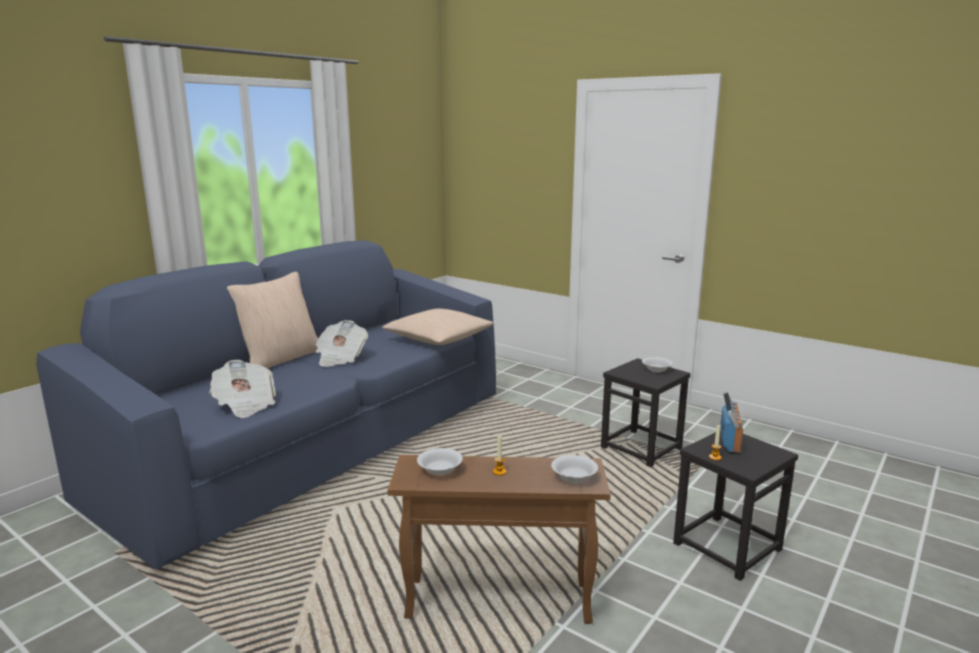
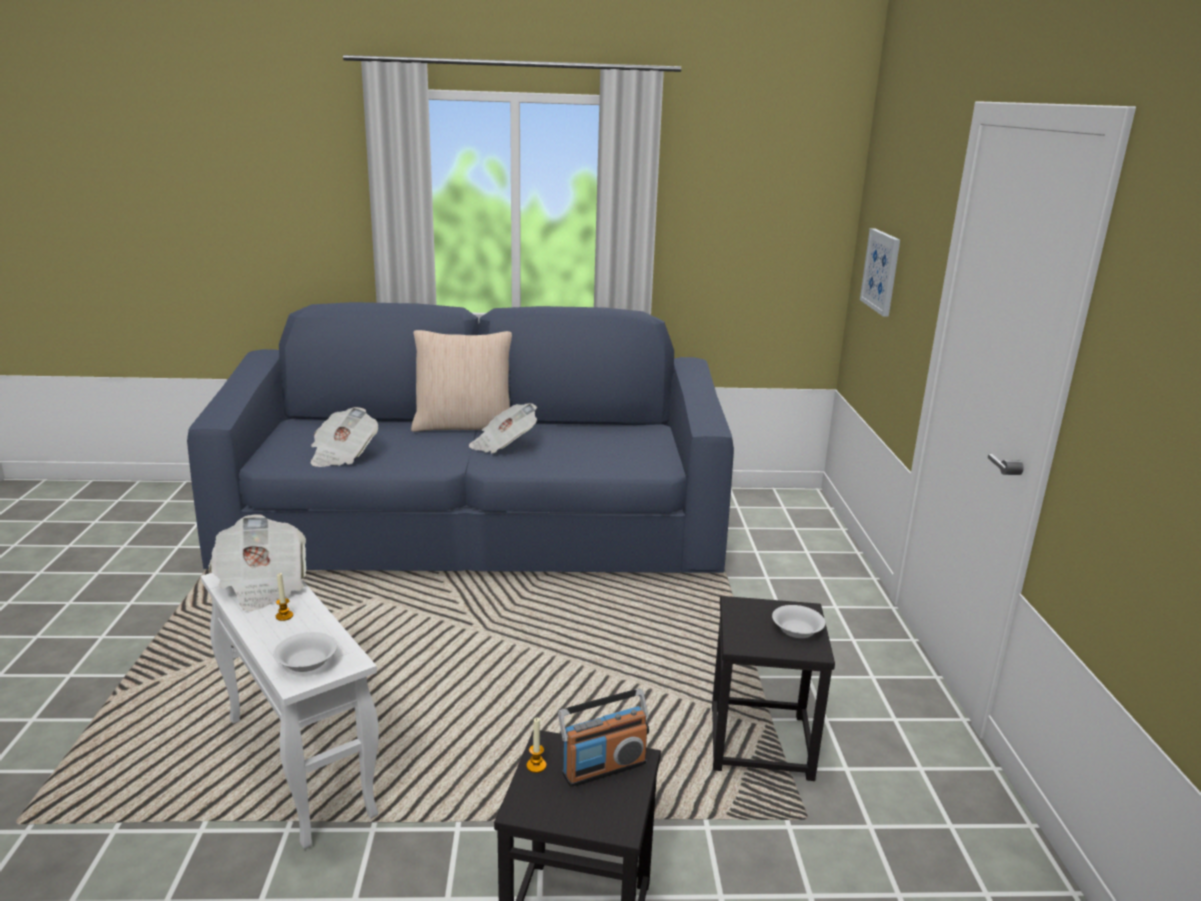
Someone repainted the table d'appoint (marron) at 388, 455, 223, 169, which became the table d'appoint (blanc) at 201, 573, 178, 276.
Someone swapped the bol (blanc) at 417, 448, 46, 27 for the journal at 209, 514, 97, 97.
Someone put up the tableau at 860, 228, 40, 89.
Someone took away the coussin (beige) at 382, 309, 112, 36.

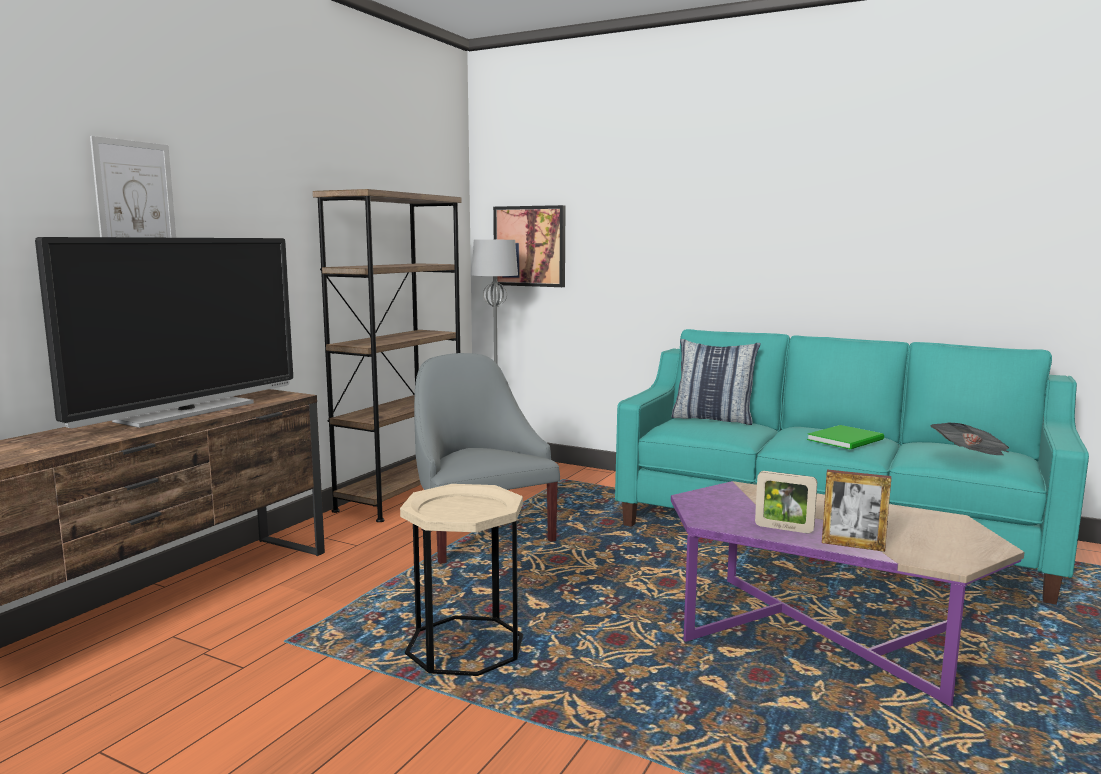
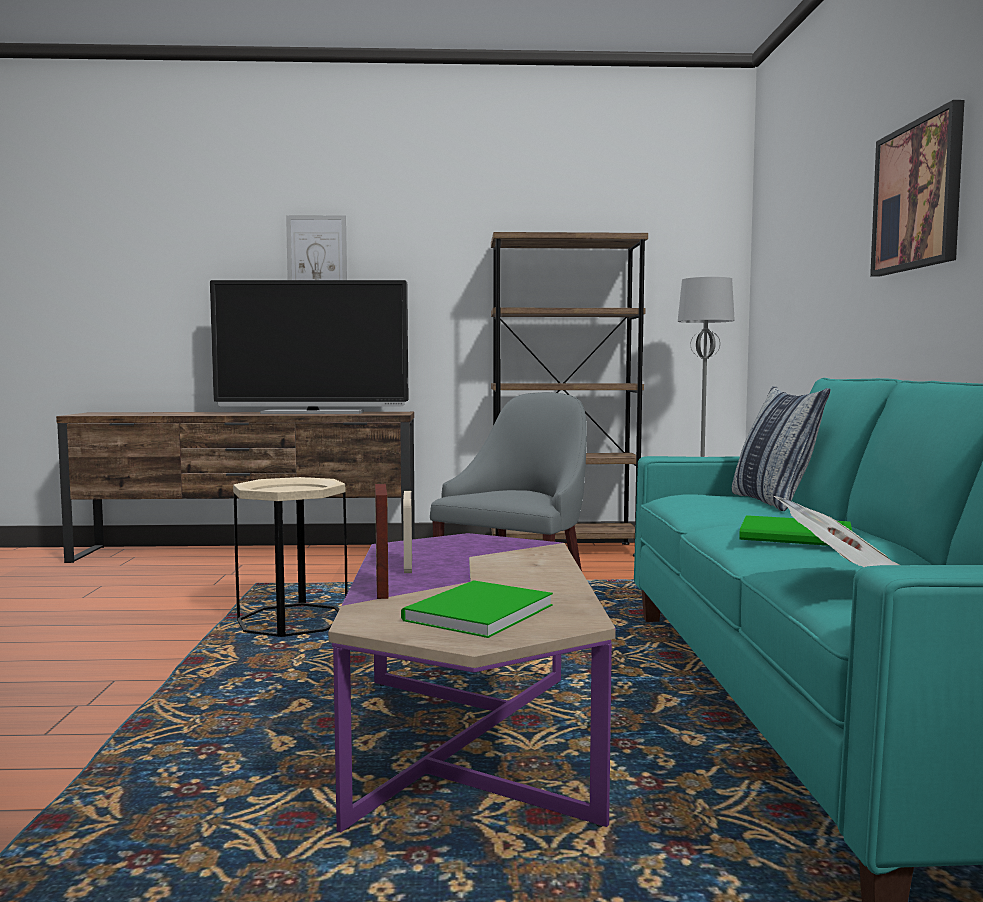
Someone put down the livre (vert) at 401, 580, 152, 58.
Someone carried the tableau from 493, 205, 72, 82 to 870, 100, 94, 176.

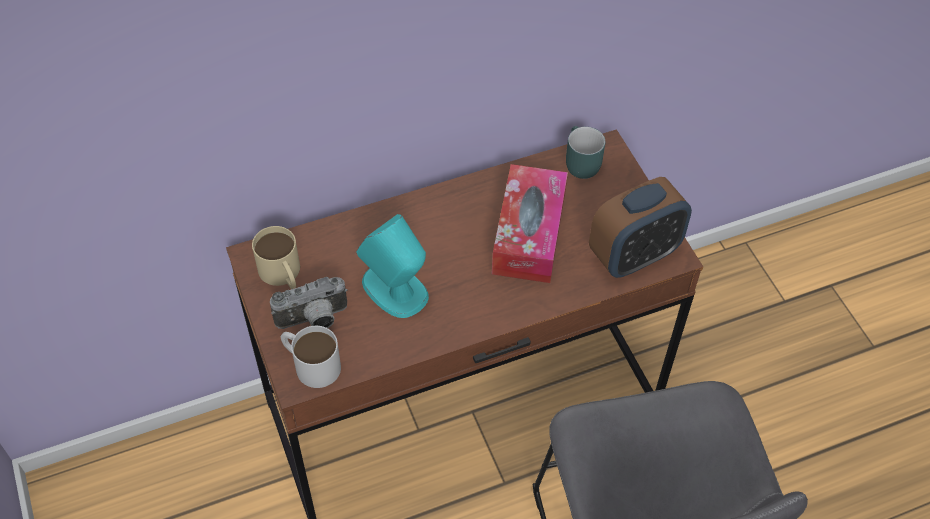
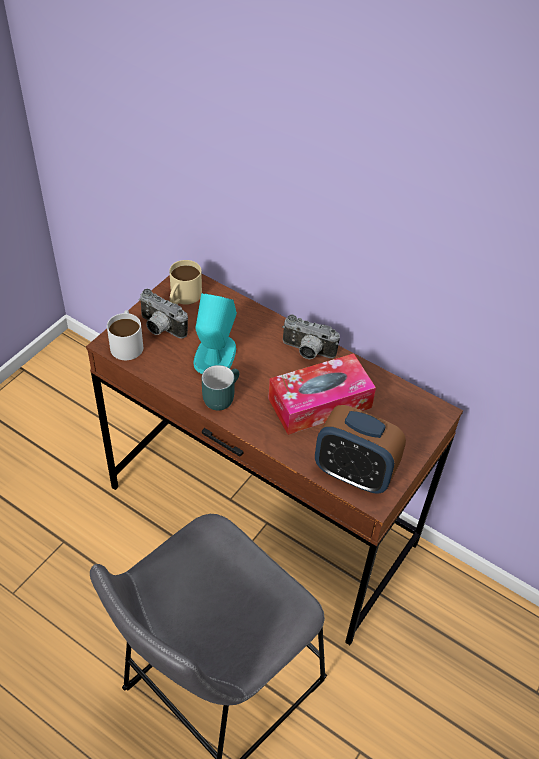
Someone carried the mug (turquoise) from 566, 126, 40, 53 to 202, 365, 37, 46.
Someone put down the appareil photo at 282, 315, 58, 44.

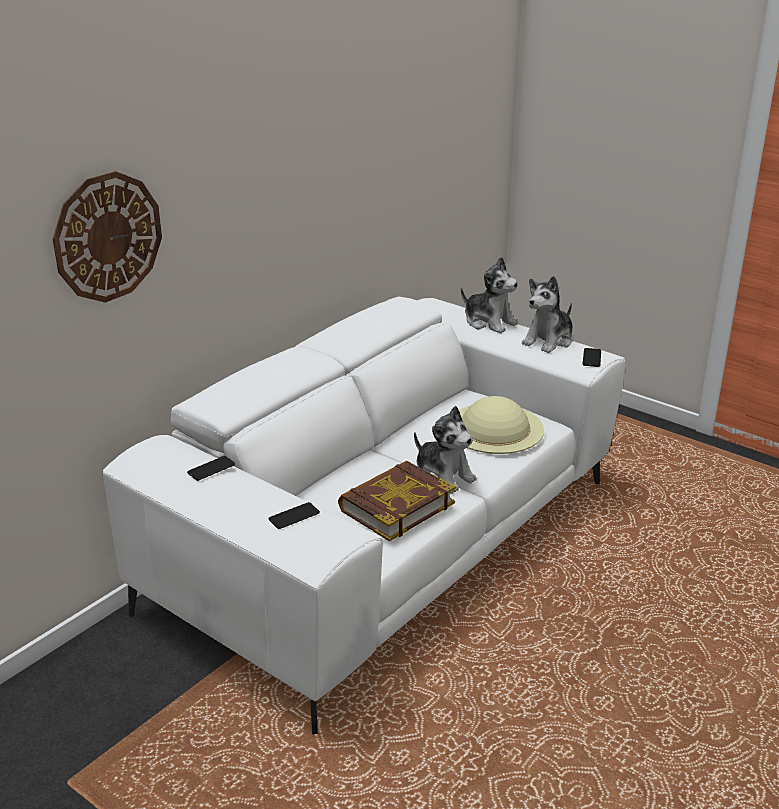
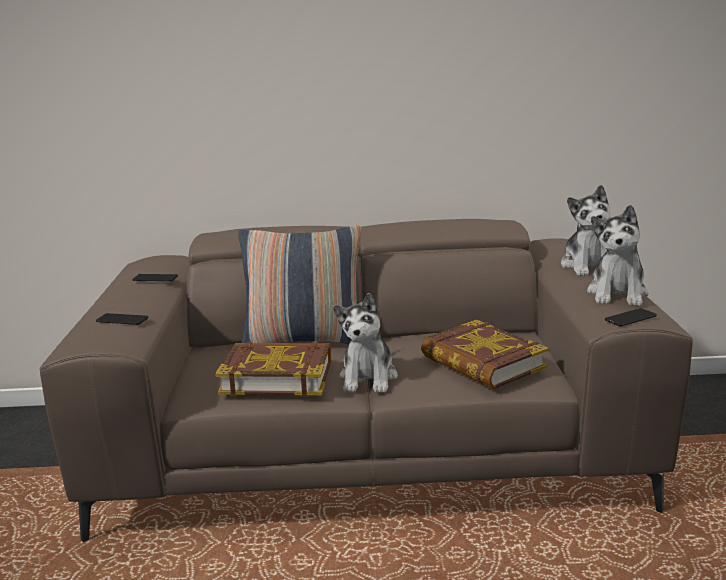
Someone repainted the canapé (blanc) at 103, 297, 522, 437, which became the canapé (marron) at 40, 219, 653, 323.
Someone put down the coussin at 238, 225, 124, 119.
Someone swapped the chapeau (beige) at 459, 396, 85, 58 for the livre at 421, 320, 128, 69.
Someone rotated the peluche at 522, 276, 51, 77 by 75 degrees counterclockwise.
Someone took away the horloge murale at 53, 171, 109, 132.

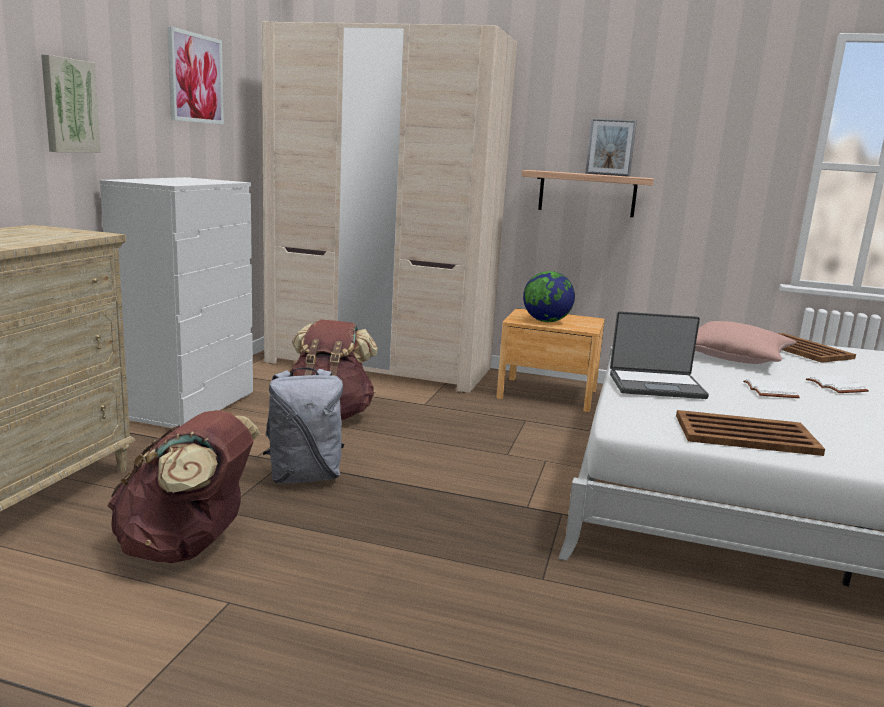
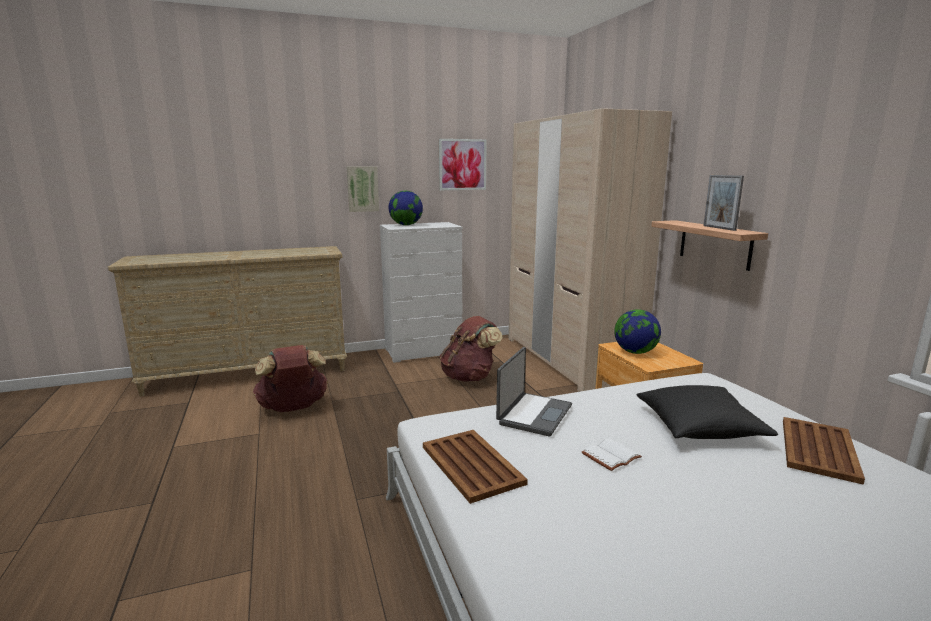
Someone put down the globe at 389, 191, 34, 34.
Someone rotated the ordinateur portable at 610, 311, 99, 88 by 120 degrees counterclockwise.
Someone repainted the coussin (rose) at 695, 321, 101, 43, which became the coussin (noir) at 637, 385, 141, 54.
Someone took away the sac à dos (gris) at 263, 367, 81, 116.
Someone took away the livre (blanc) at 806, 376, 63, 17.

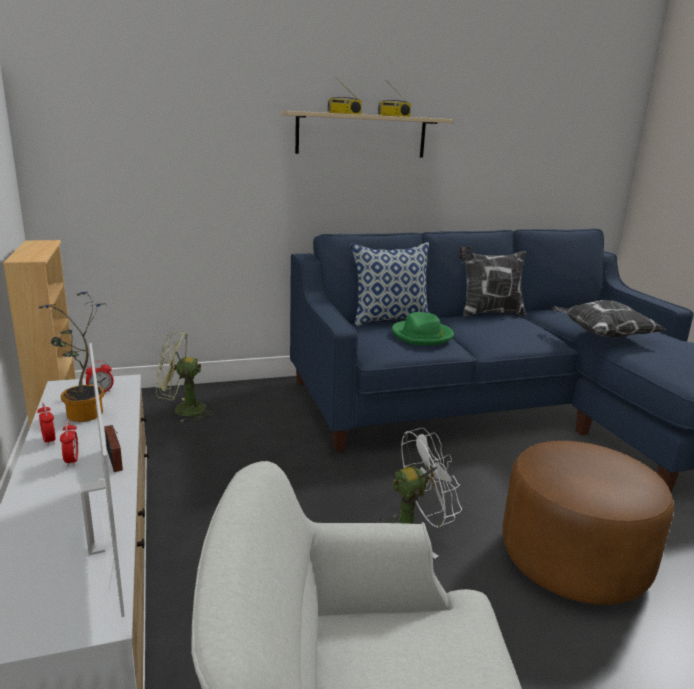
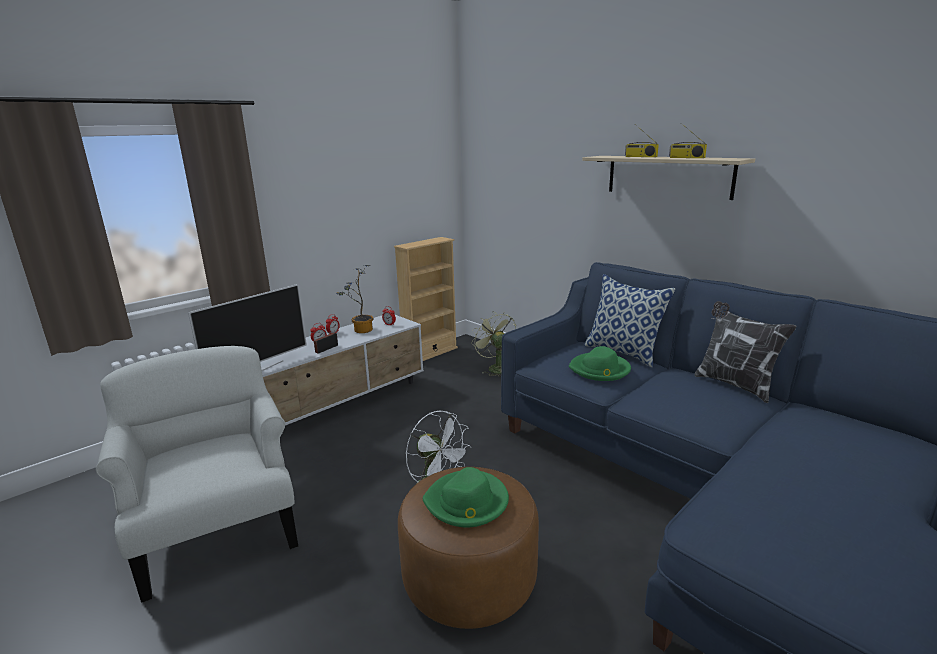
Someone put down the chapeau (vert) at 423, 467, 86, 60.
Someone took away the coussin at 552, 300, 114, 37.

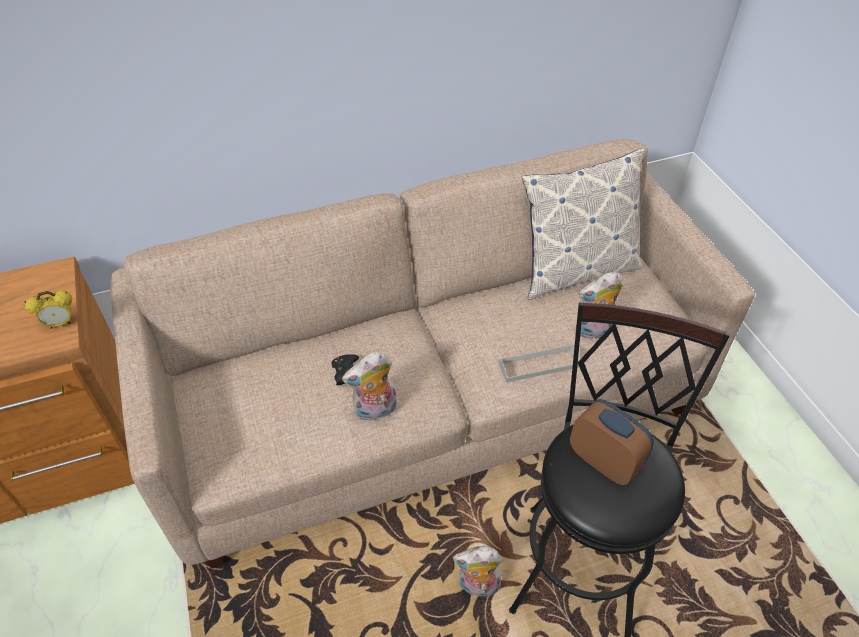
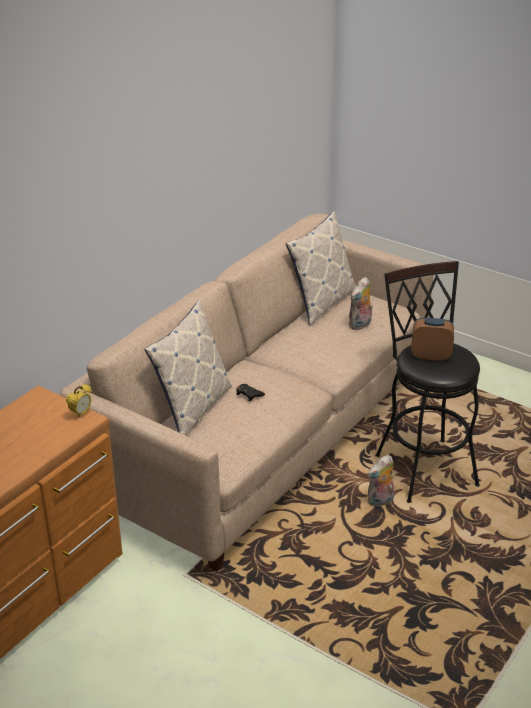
Someone put down the coussin at 144, 301, 88, 134.
Someone took away the peluche at 342, 351, 55, 70.
Someone took away the plateau (gris) at 499, 345, 81, 38.

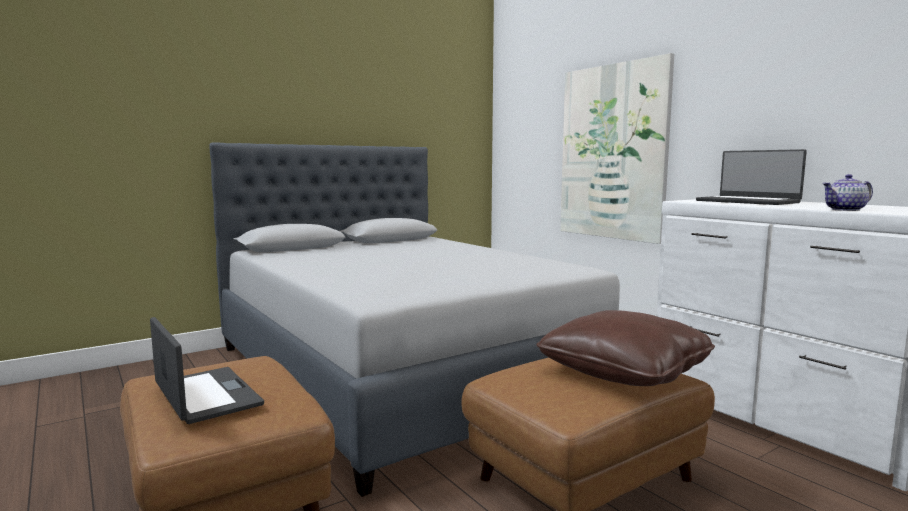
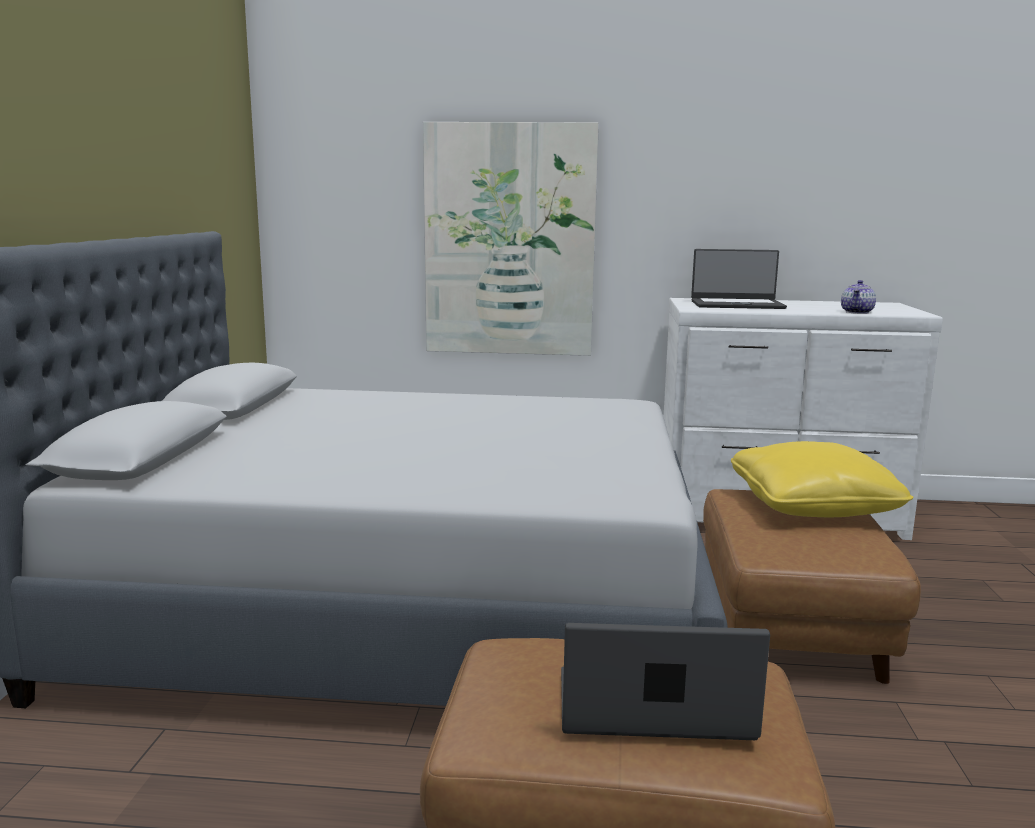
Someone repainted the coussin (marron) at 536, 310, 179, 76, which became the coussin (jaune) at 731, 441, 182, 76.

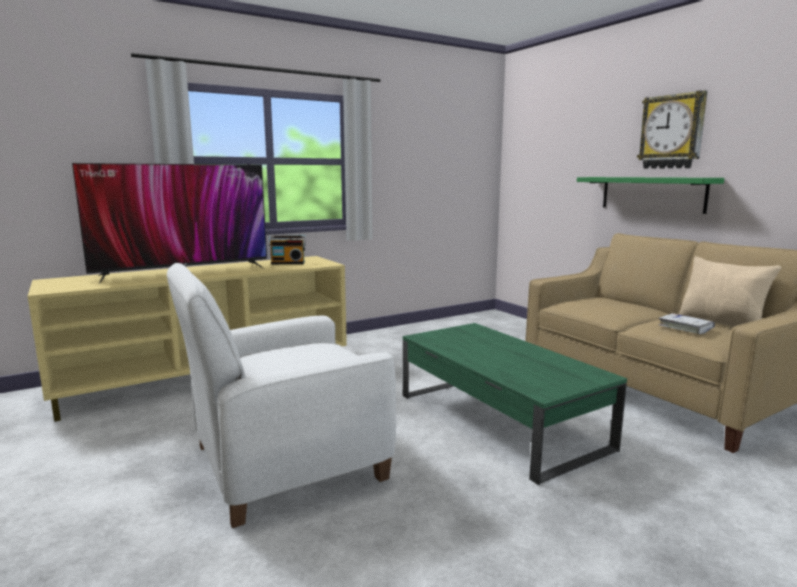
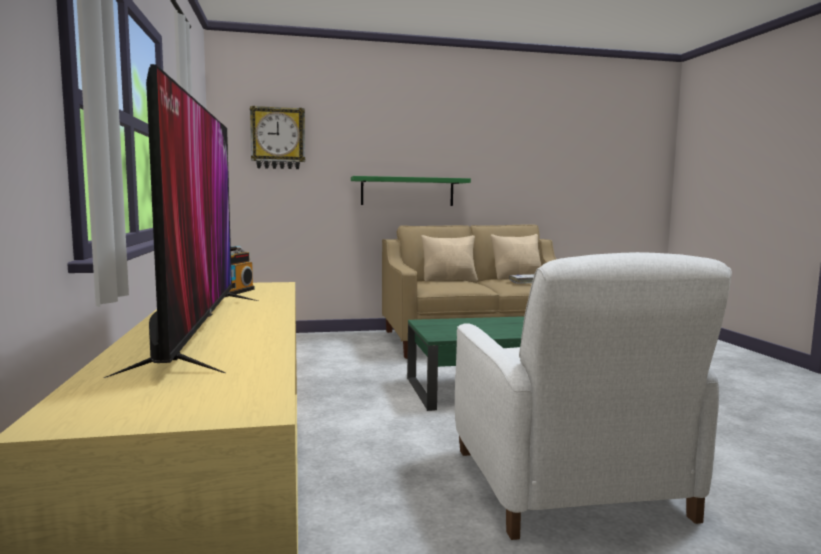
Someone carried the horloge murale from 637, 90, 70, 79 to 250, 106, 55, 63.
Someone put down the coussin (beige) at 421, 235, 57, 47.

